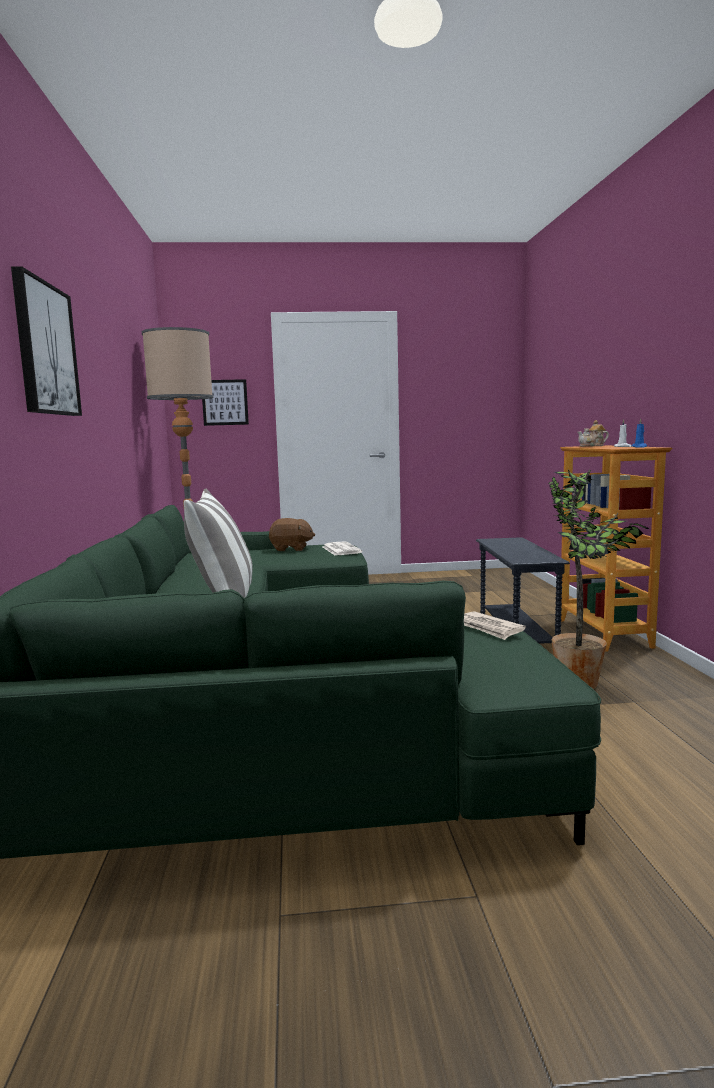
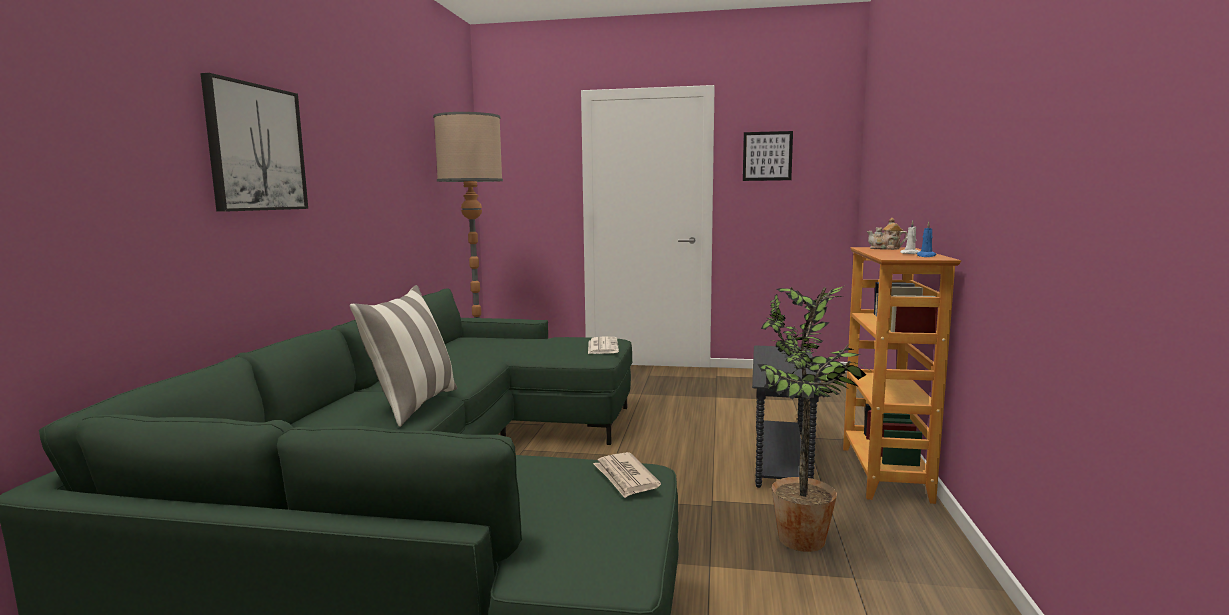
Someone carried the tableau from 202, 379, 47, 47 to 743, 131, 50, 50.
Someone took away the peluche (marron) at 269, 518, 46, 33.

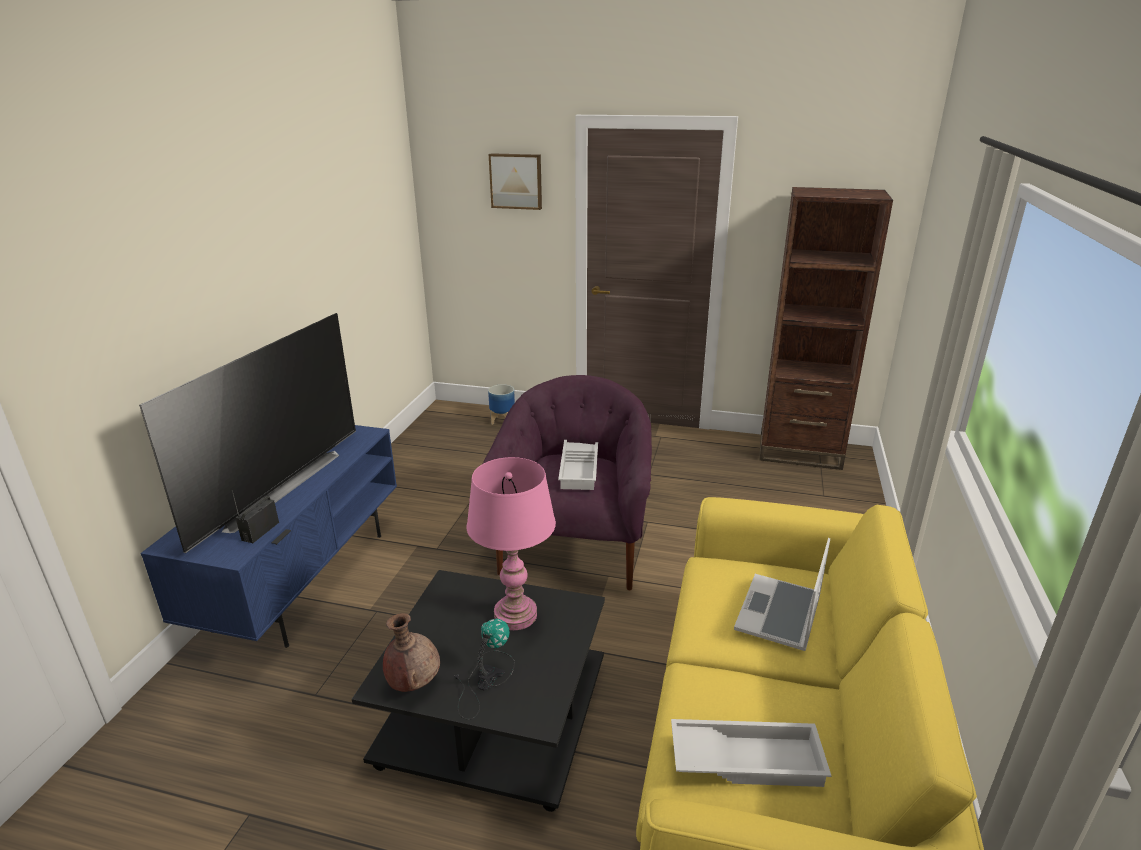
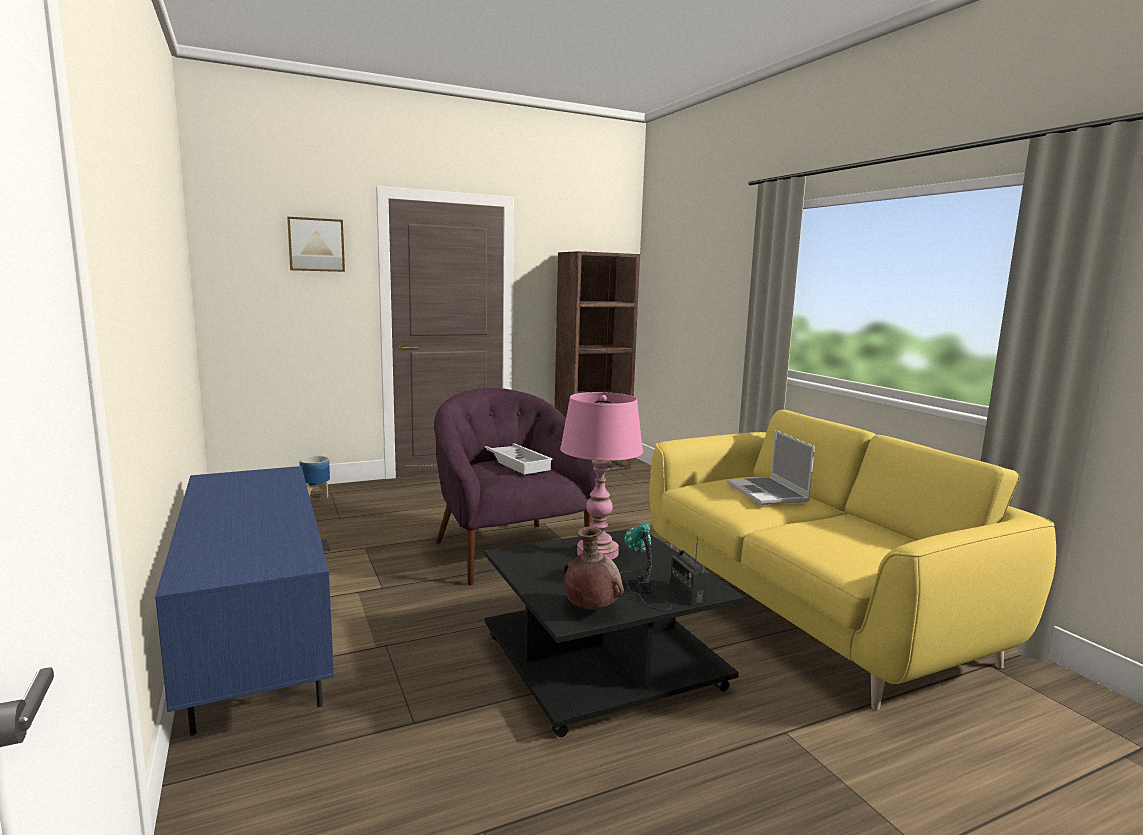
Someone carried the radio from 232, 490, 47, 53 to 670, 538, 39, 67.
Someone took away the téléviseur at 139, 313, 217, 240.
Someone took away the plateau (blanc) at 671, 719, 160, 68.

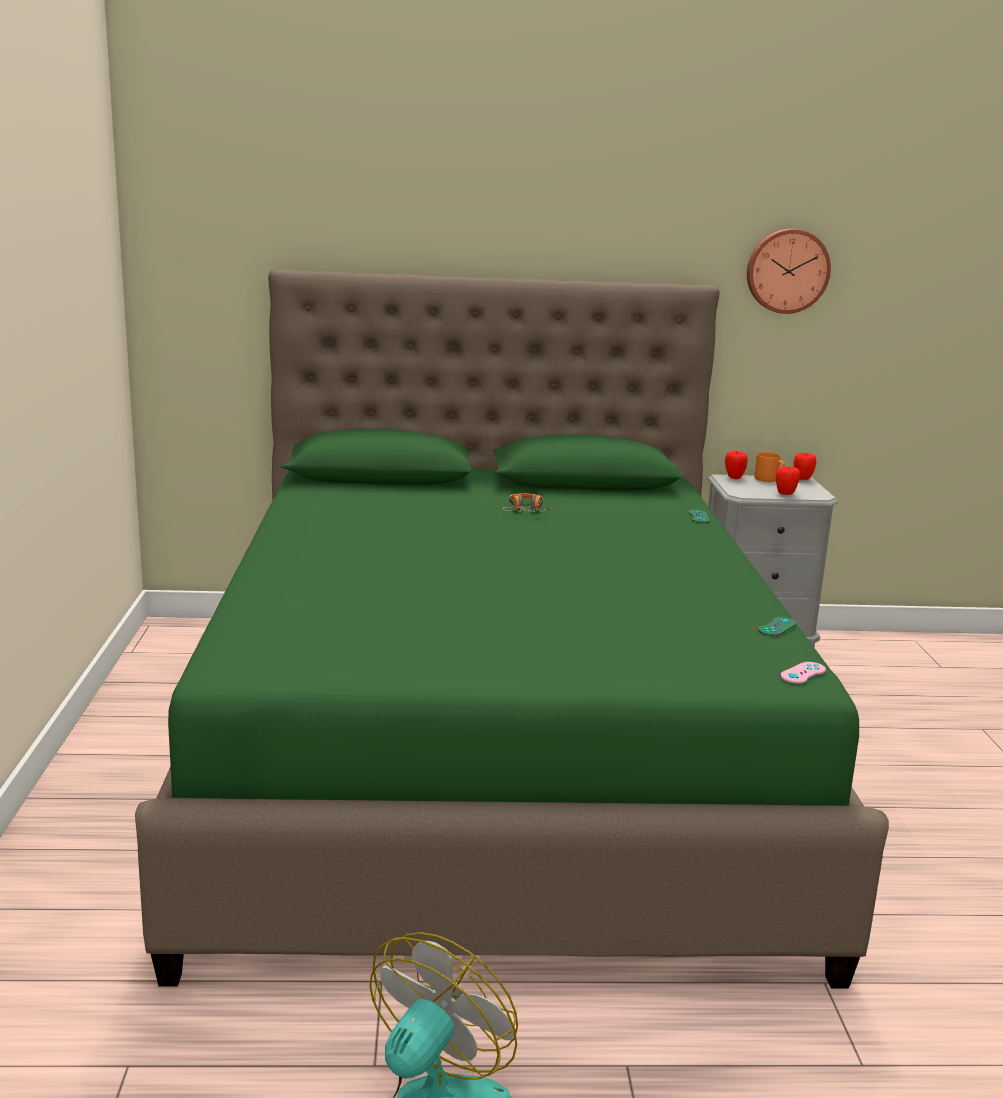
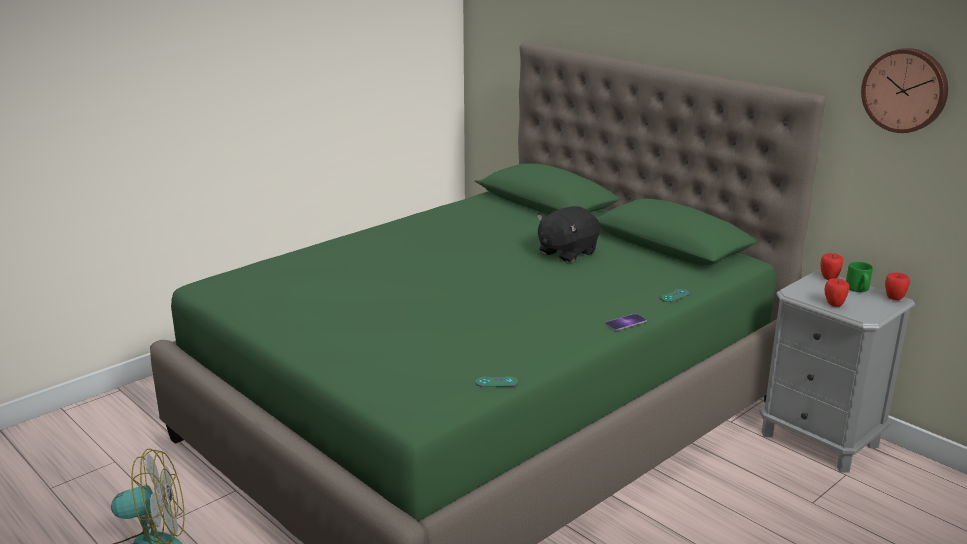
Someone swapped the casque audio at 503, 493, 47, 19 for the peluche (noir) at 537, 206, 63, 56.
Someone put down the téléphone at 605, 313, 42, 18.
Someone repainted the mug (orange) at 754, 452, 31, 30, which became the mug (vert) at 846, 261, 27, 31.
Someone took away the manette (rose) at 780, 662, 46, 21.

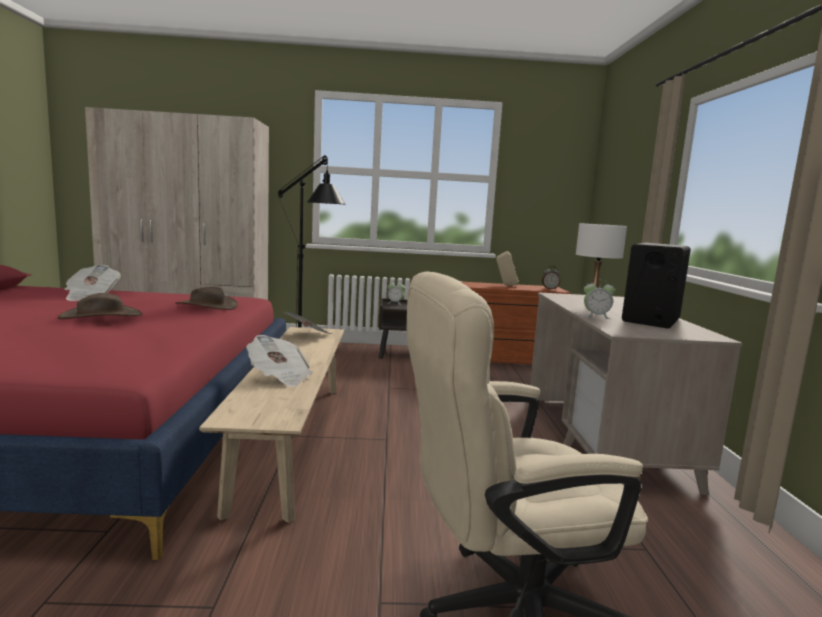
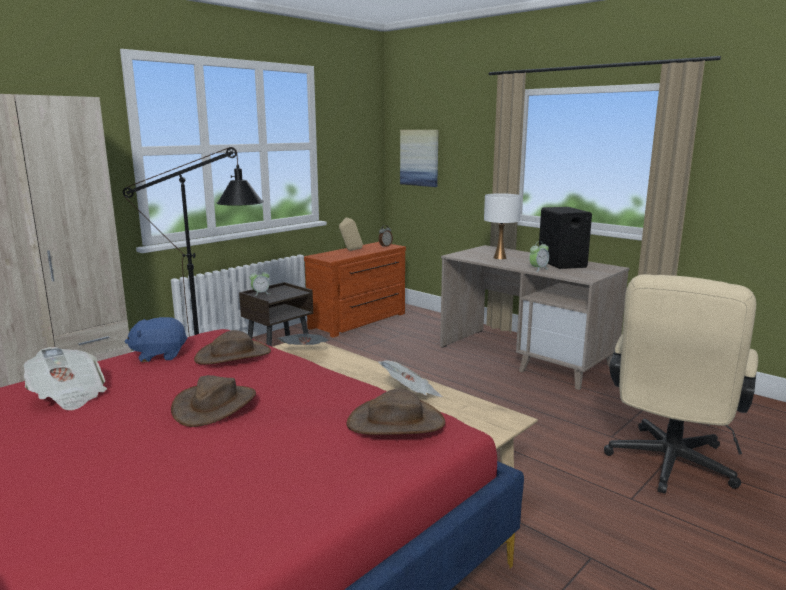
Someone put down the peluche (bleu) at 125, 317, 63, 45.
Someone put down the chapeau (marron) at 347, 388, 98, 47.
Someone put up the tableau at 400, 130, 39, 57.

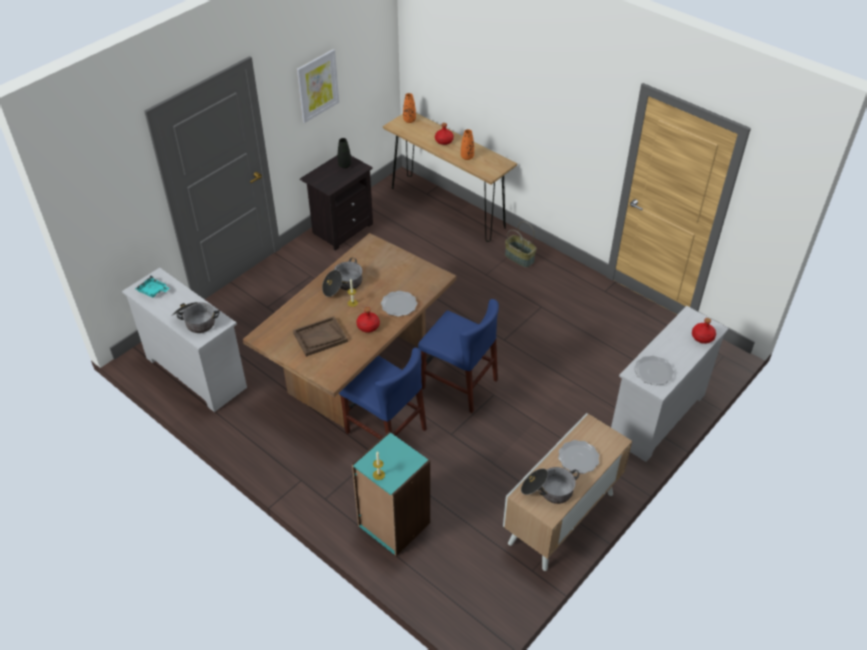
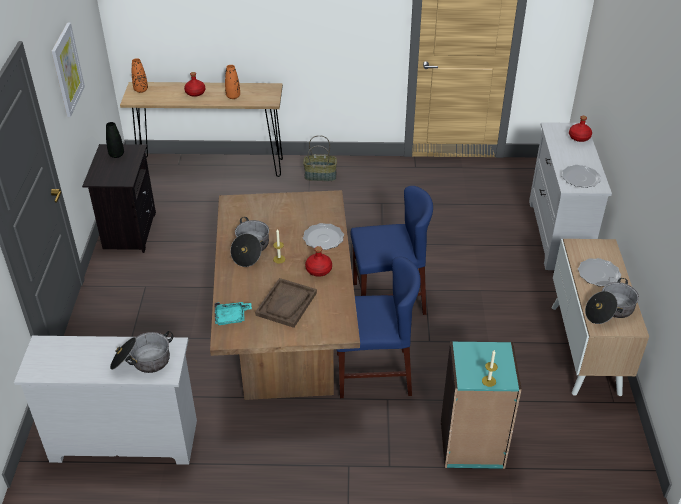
Someone carried the plateau (turquoise) from 135, 275, 35, 23 to 215, 302, 37, 23.

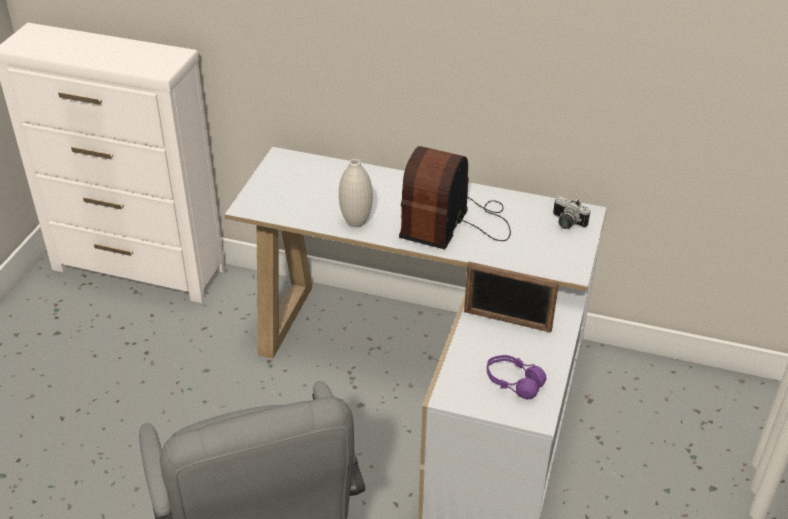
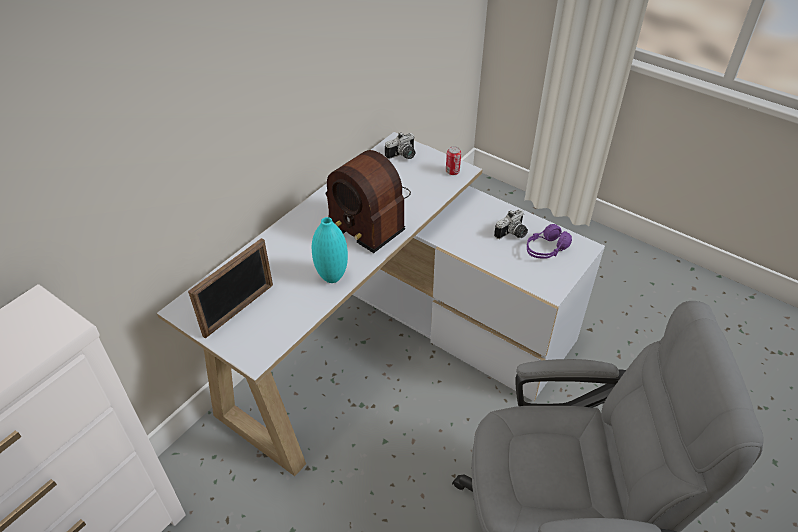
Someone carried the cadre photo from 464, 262, 95, 70 to 188, 238, 85, 100.
Someone repainted the vase (blanc) at 339, 159, 34, 68, which became the vase (turquoise) at 312, 217, 36, 66.
Someone put down the boîte métallique at 446, 146, 15, 29.
Someone put down the appareil photo at 494, 209, 34, 30.

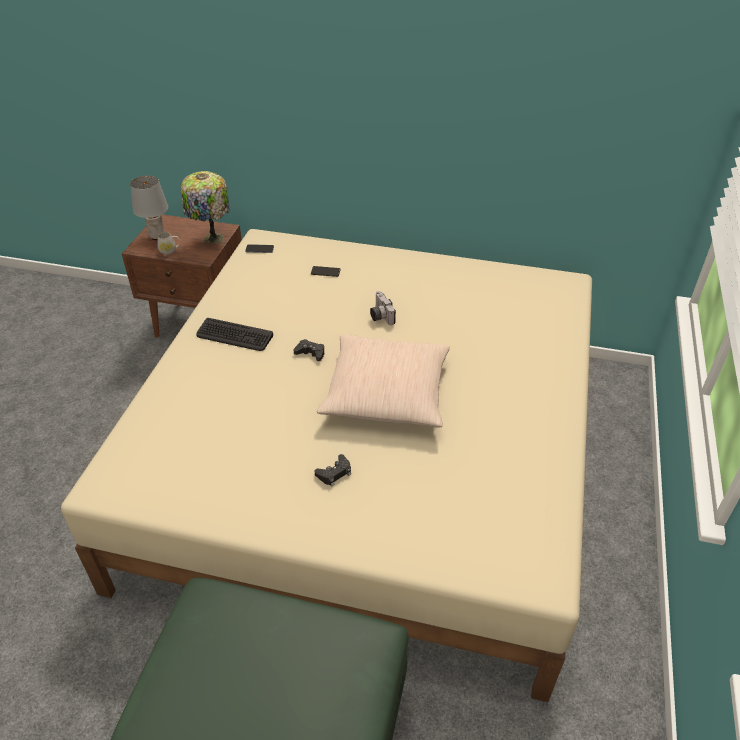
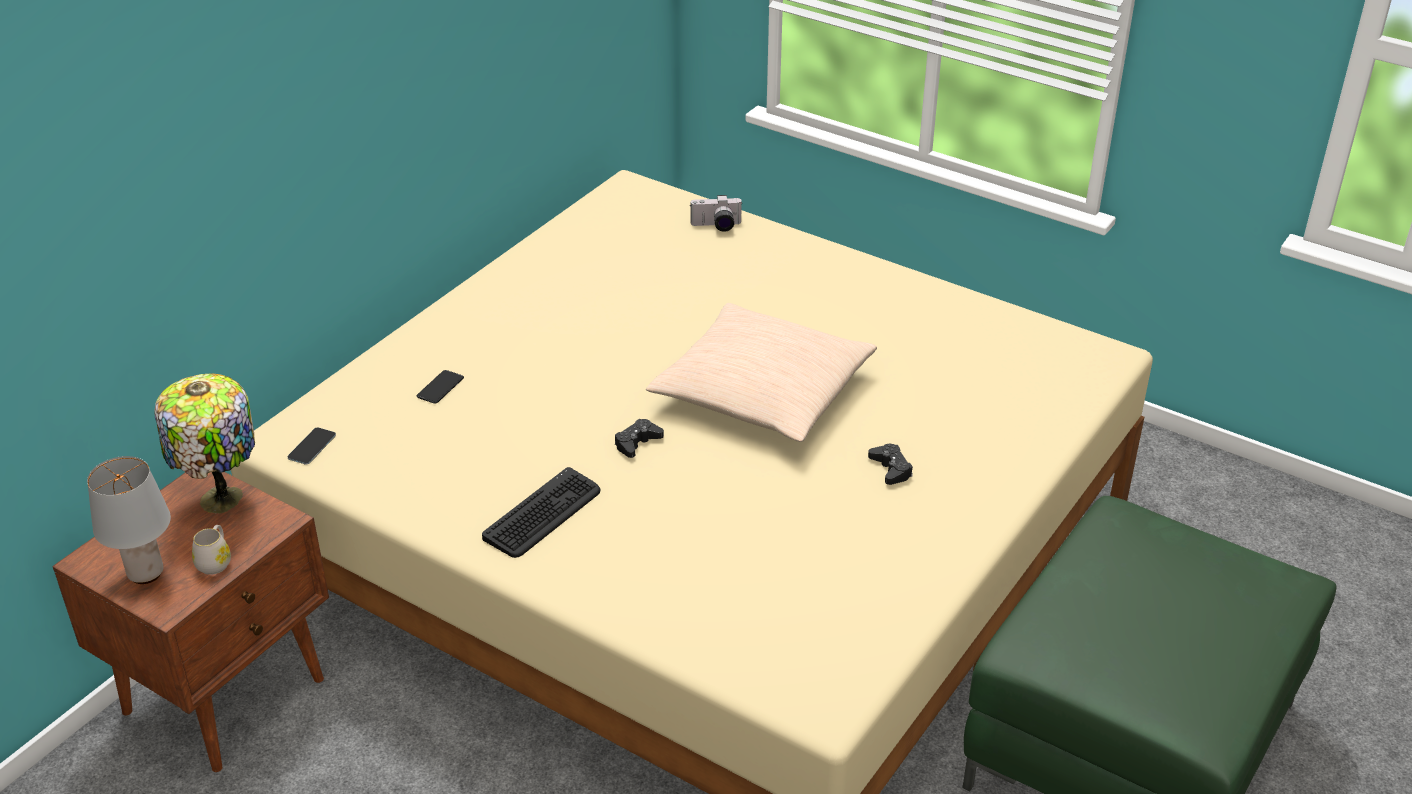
Someone carried the appareil photo from 370, 291, 26, 34 to 690, 195, 53, 37.

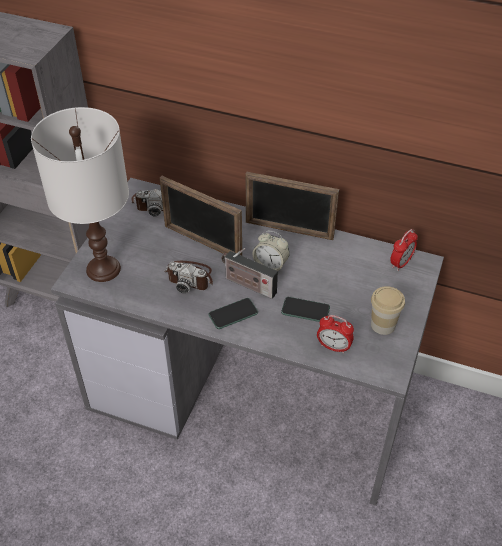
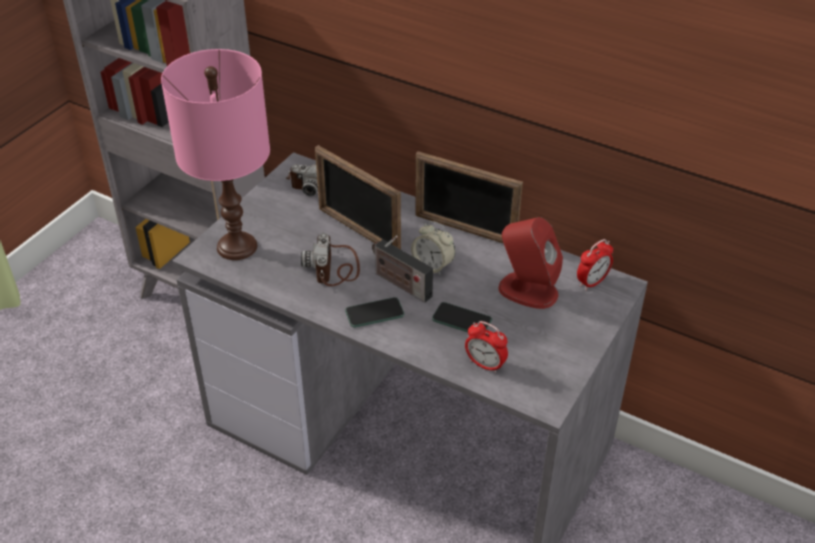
Someone repainted the lampe de table (blanc) at 31, 107, 98, 175, which became the lampe de table (rose) at 161, 49, 109, 211.
Someone rotated the appareil photo at 164, 261, 49, 32 by 60 degrees clockwise.
Someone put down the enceinte (rouge) at 498, 217, 65, 92.
Someone took away the tasse at 371, 286, 34, 49.

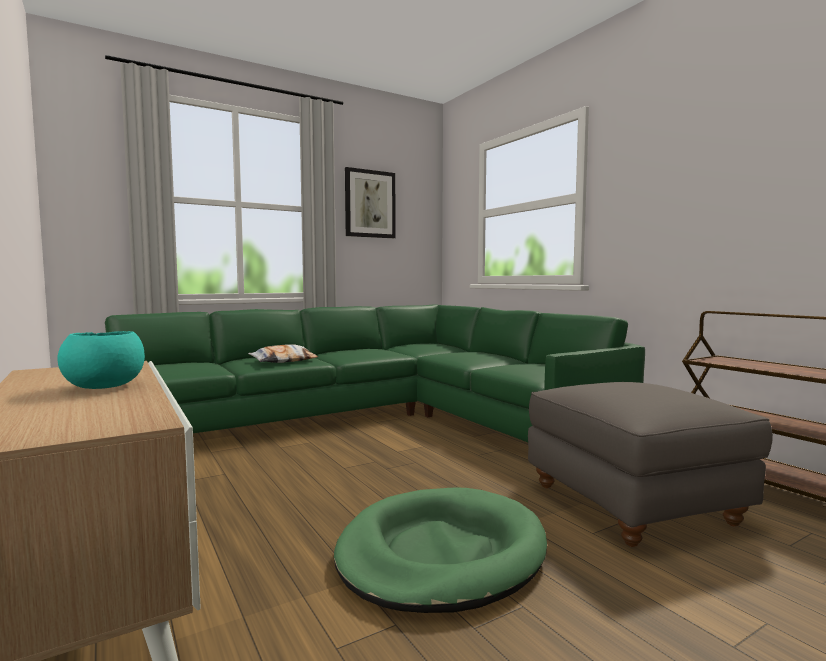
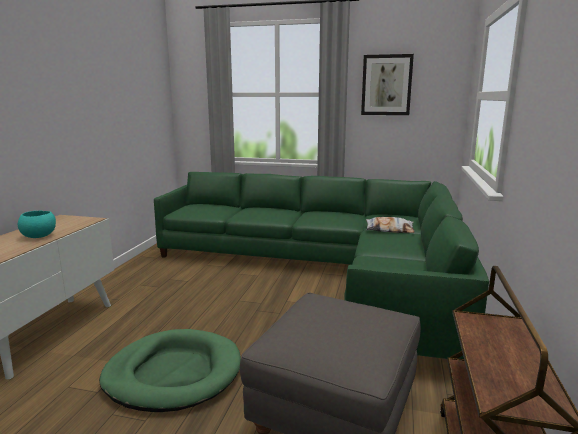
Someone carried the coussin from 248, 345, 70, 18 to 366, 217, 48, 16.

